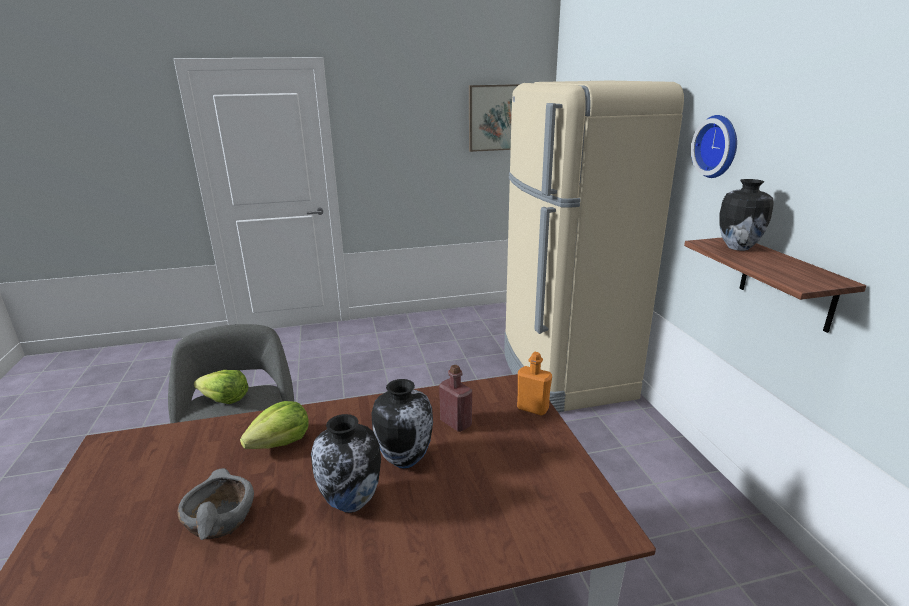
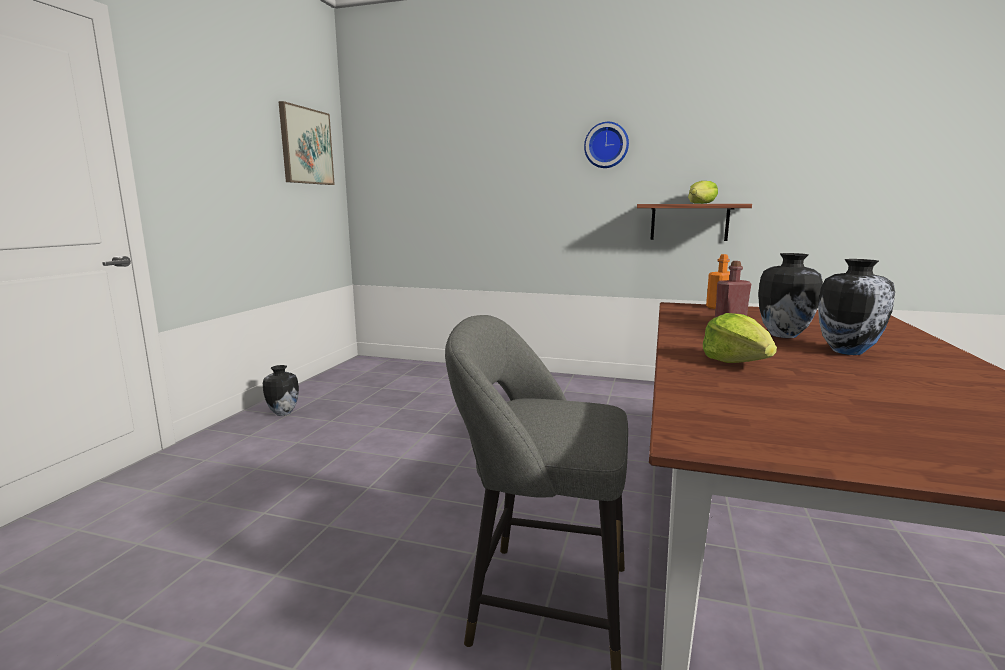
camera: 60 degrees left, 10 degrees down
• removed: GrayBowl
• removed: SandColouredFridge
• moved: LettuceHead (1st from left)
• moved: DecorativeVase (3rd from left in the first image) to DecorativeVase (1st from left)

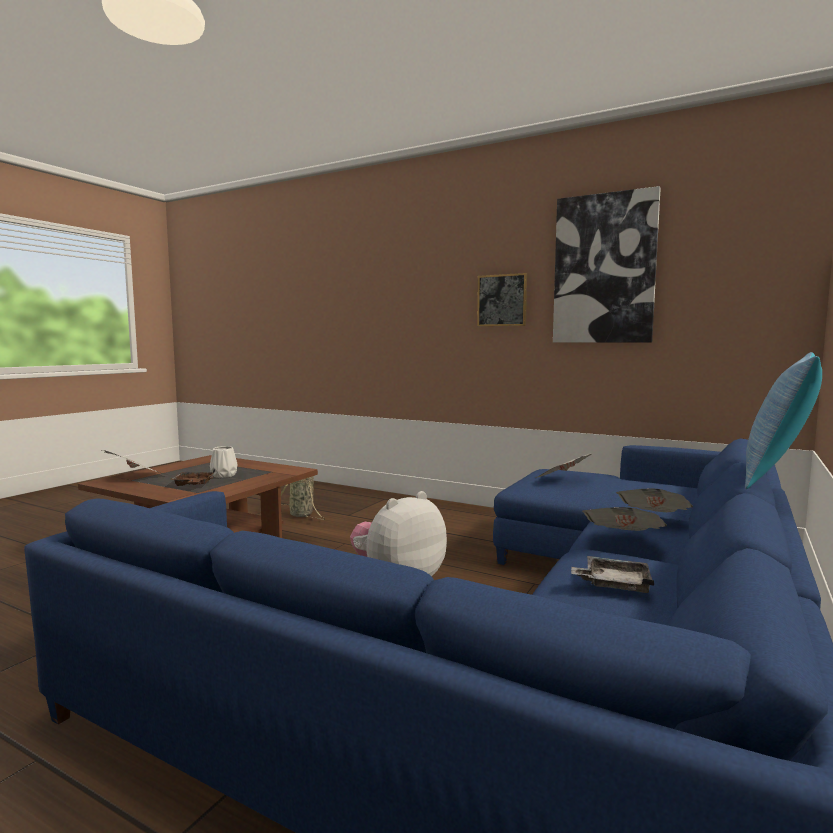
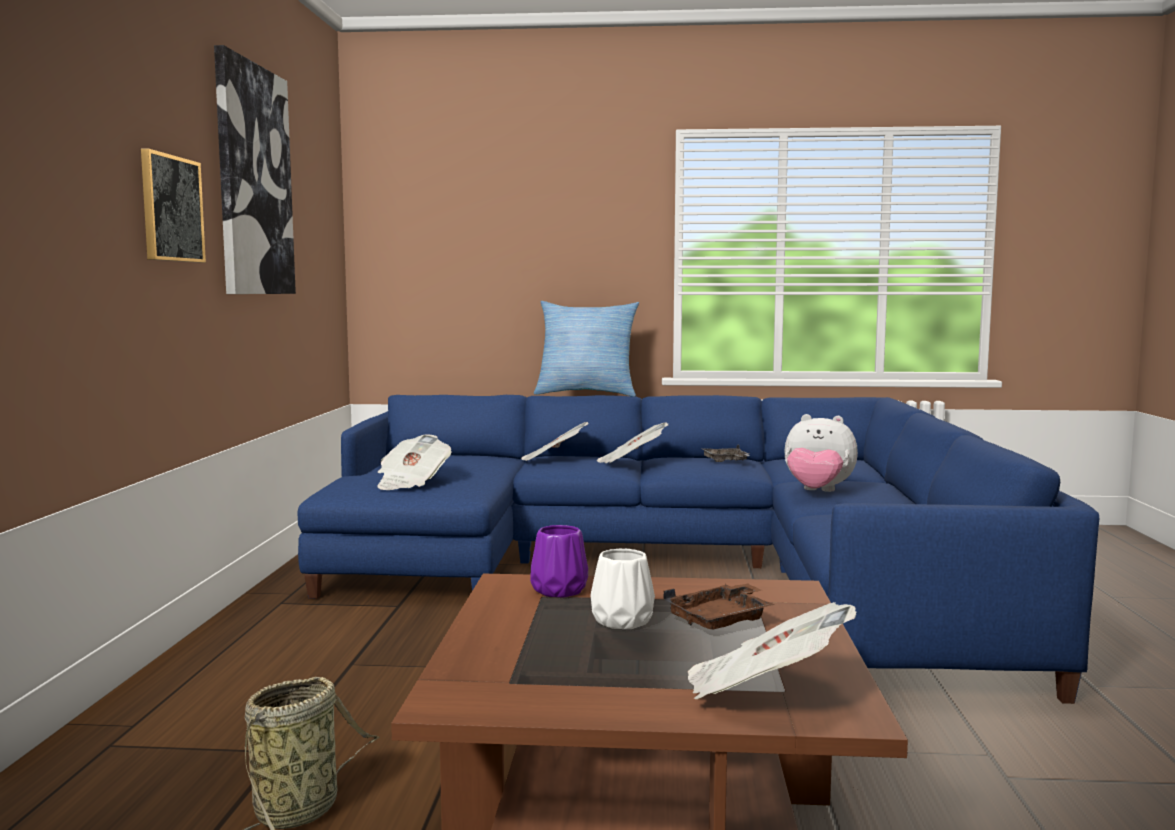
camera: 115 degrees left, 0 degrees up
• added: PurplishDecorativeVase

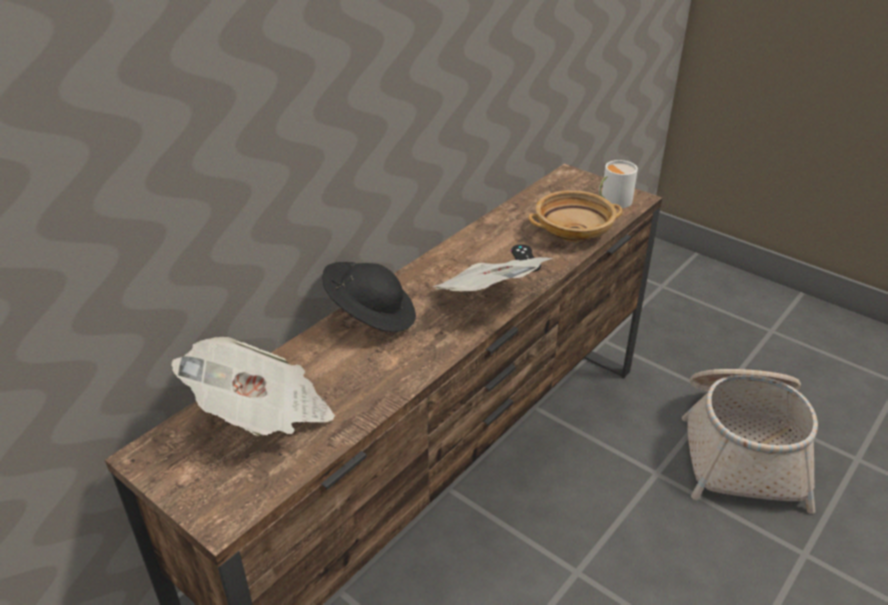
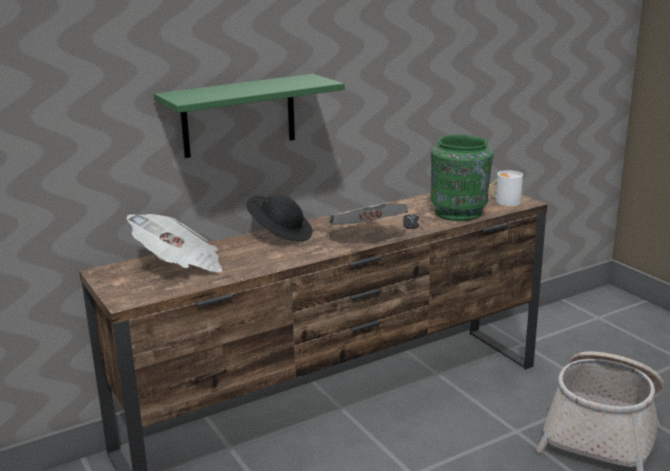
camera: 20 degrees right, 15 degrees down
• added: GreenWallShelf
• replaced: SandColouredBowl to GreenDecorativeVase

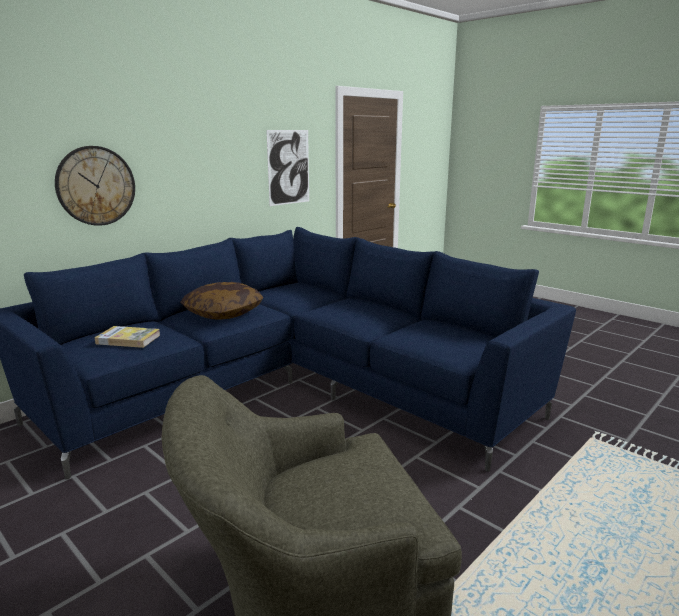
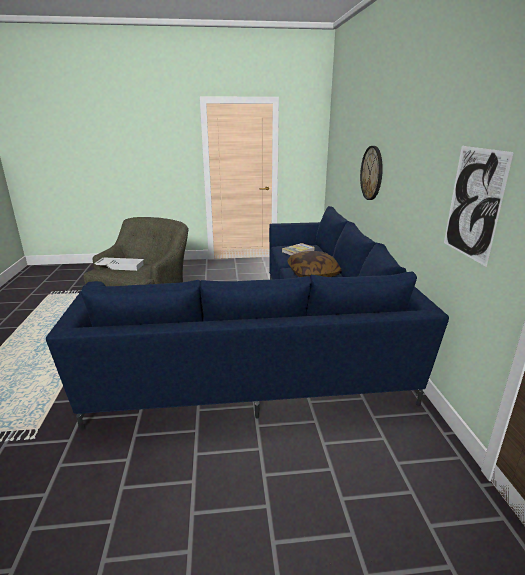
camera: 130 degrees right, 5 degrees up
• added: WhiteColouredTray

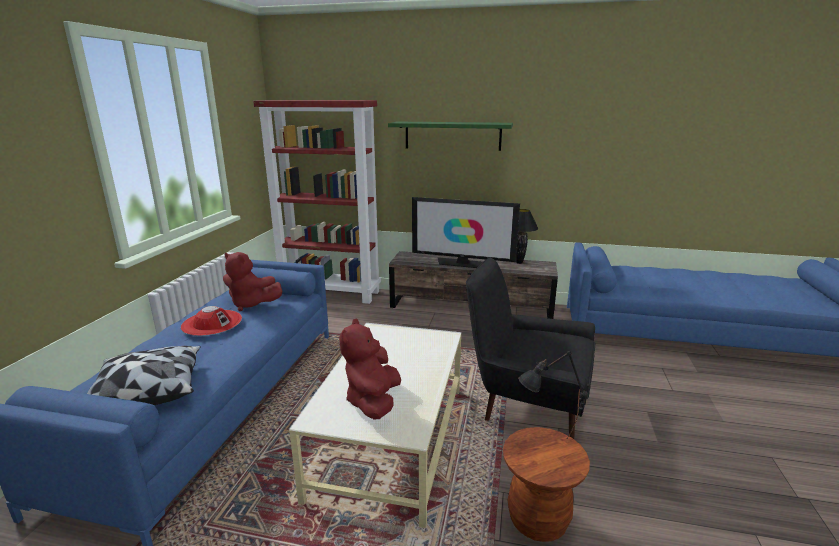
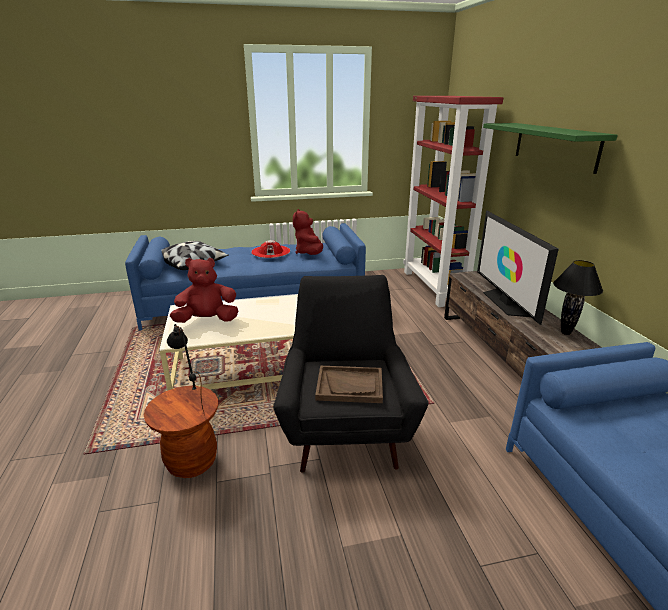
camera: 65 degrees right, 5 degrees up
• added: BrownishTray

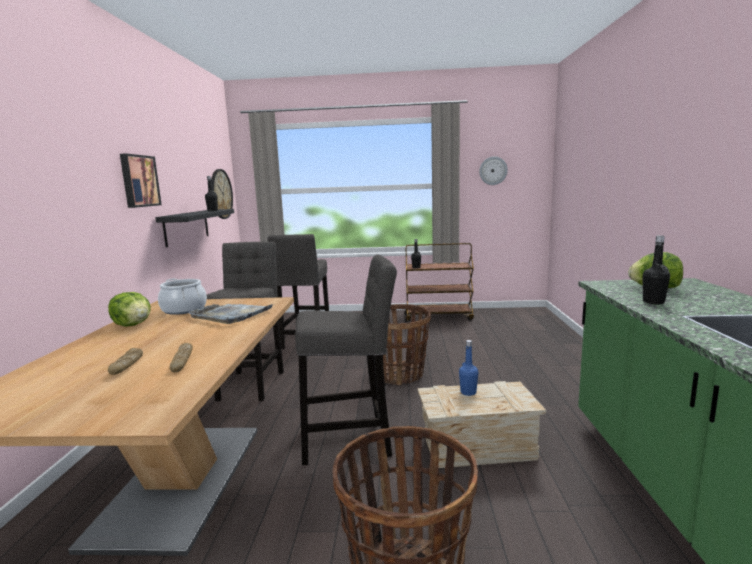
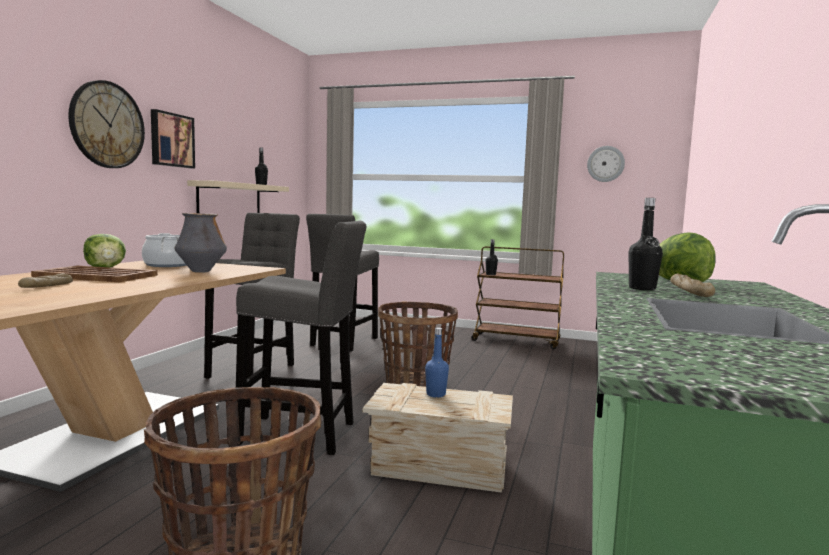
camera: 15 degrees right, 5 degrees down
• added: BrownishTray
• moved: Bread (2nd from left)
• moved: WallClock (1st from left)
• replaced: GrayTray to DecorativeVase
• recoloured: BlackColouredWallShelf to SandColouredWallShelf

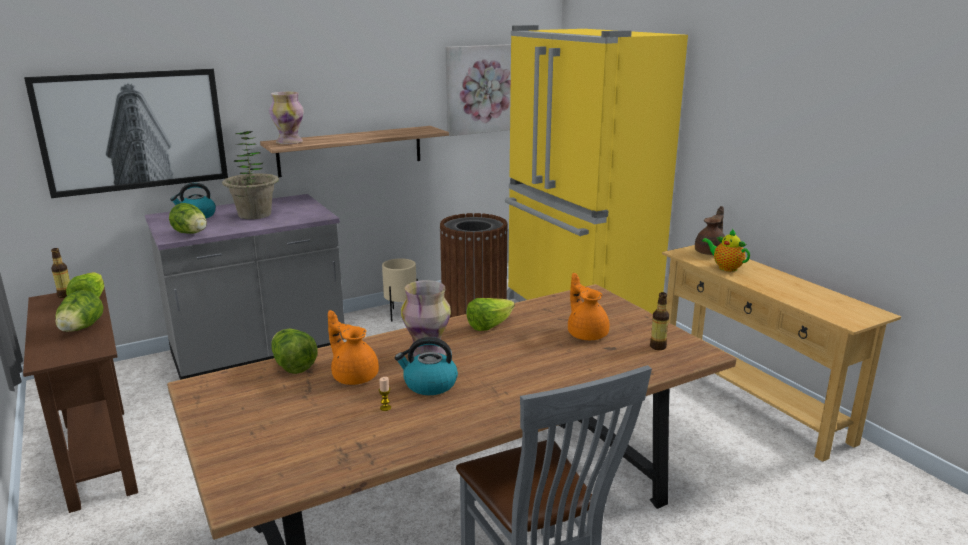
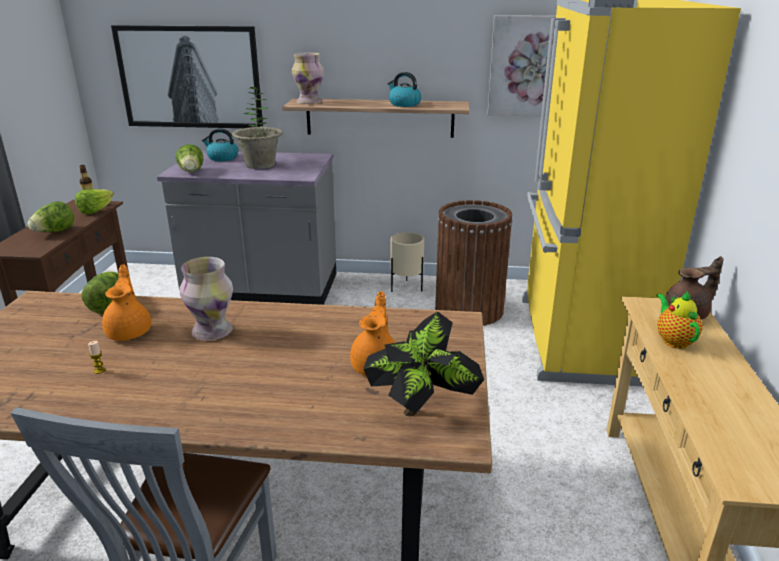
camera: 35 degrees right, 5 degrees up
• removed: LettuceHead (5th from left)
• moved: TeaKettle (2nd from left)
• replaced: BeverageBottle (2nd from left) to PottedPlant (2nd from left)

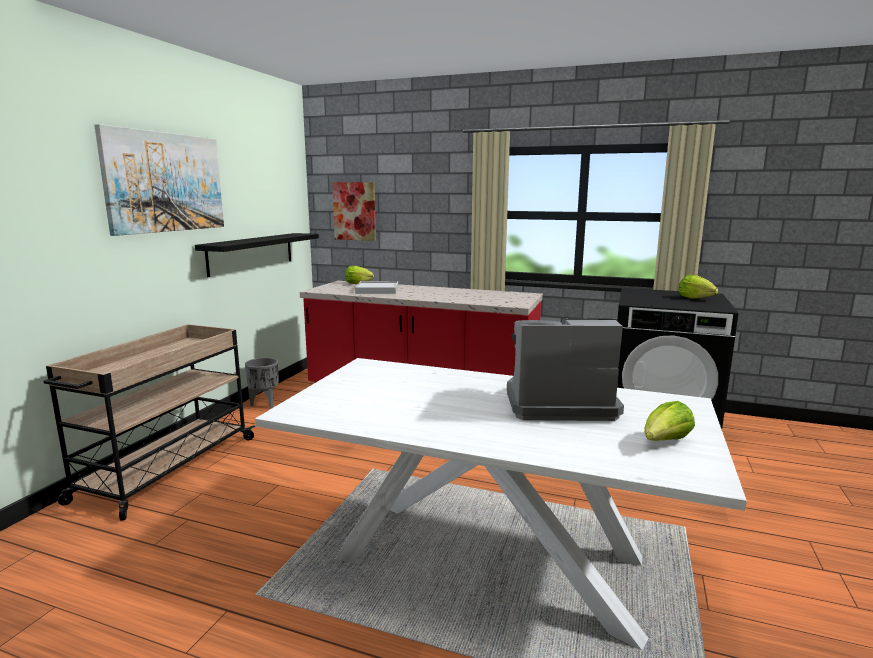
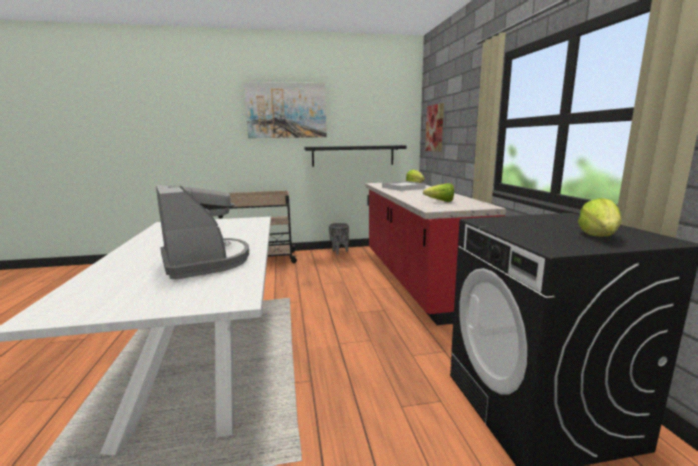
camera: 60 degrees right, 0 degrees up
• moved: LettuceHead (2nd from left)

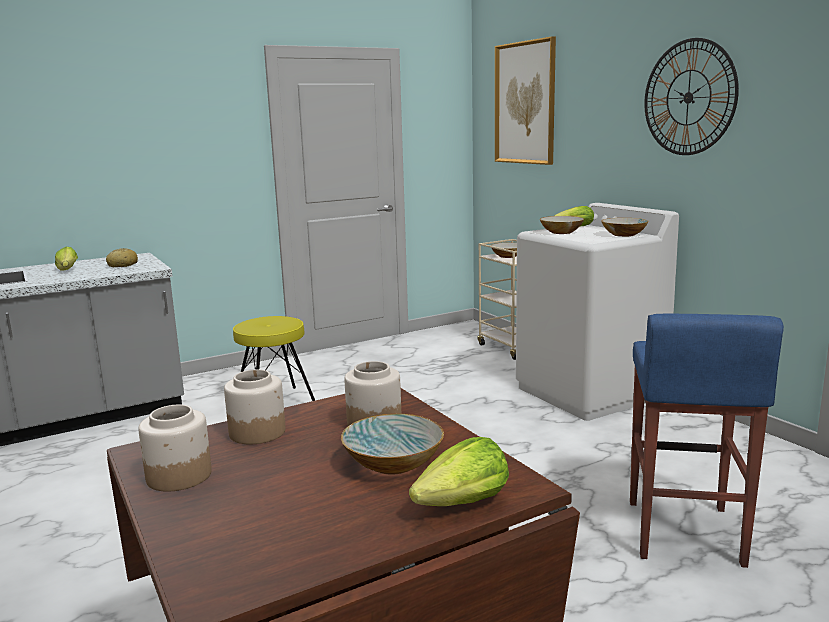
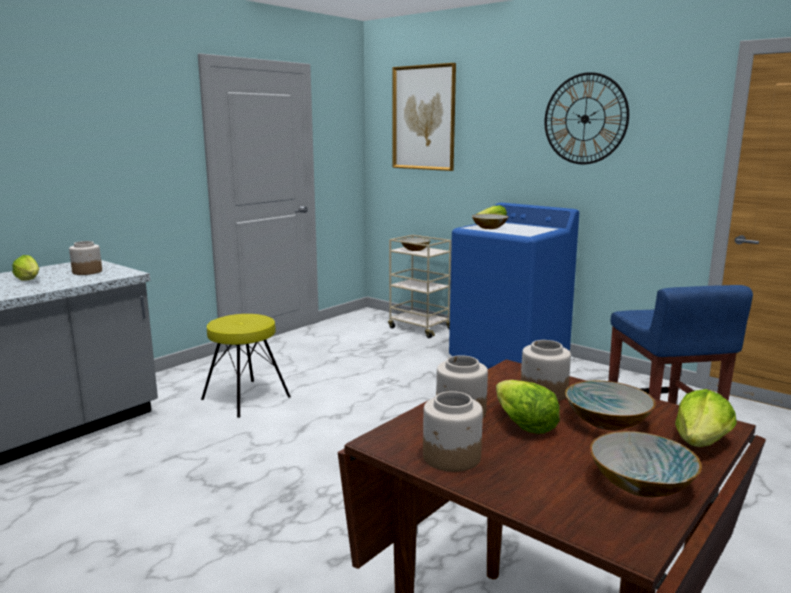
camera: 20 degrees left, 0 degrees up
• added: LettuceHead (3rd from left)
• moved: Bowl (4th from left)
• replaced: Bread to Jar (1st from left)
• recoloured: WhiteColouredLaundryMachine to BlueLaundryMachine

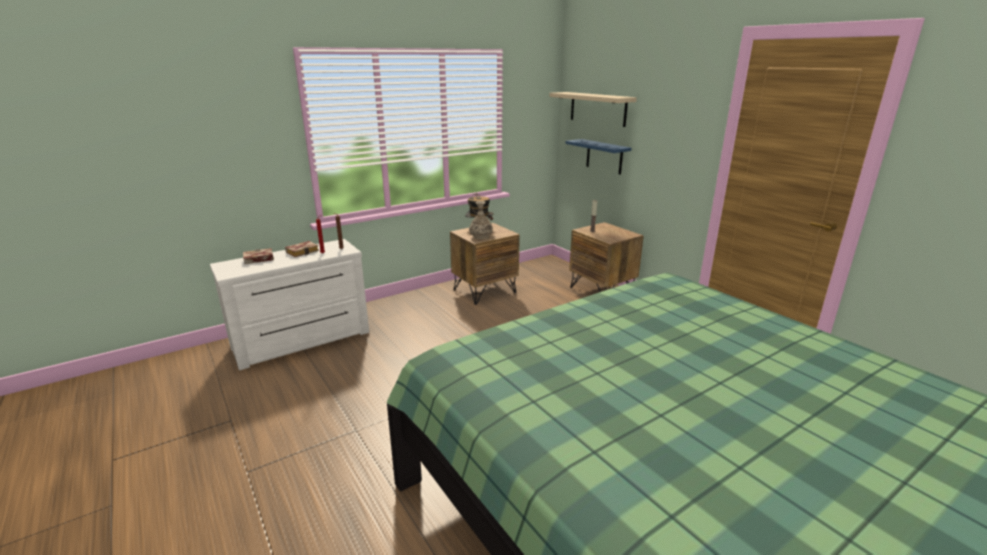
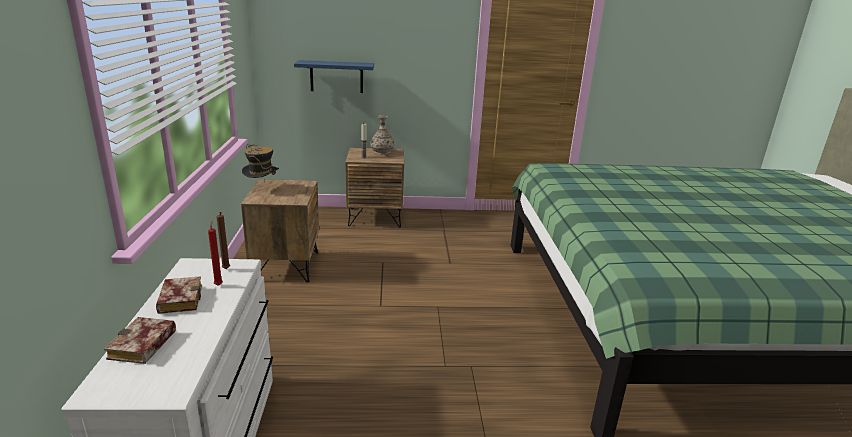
camera: 60 degrees left, 0 degrees up
• removed: SandColouredWallShelf
• moved: DecorativeVase

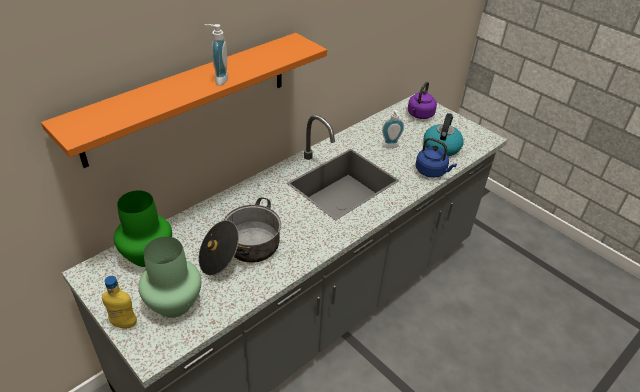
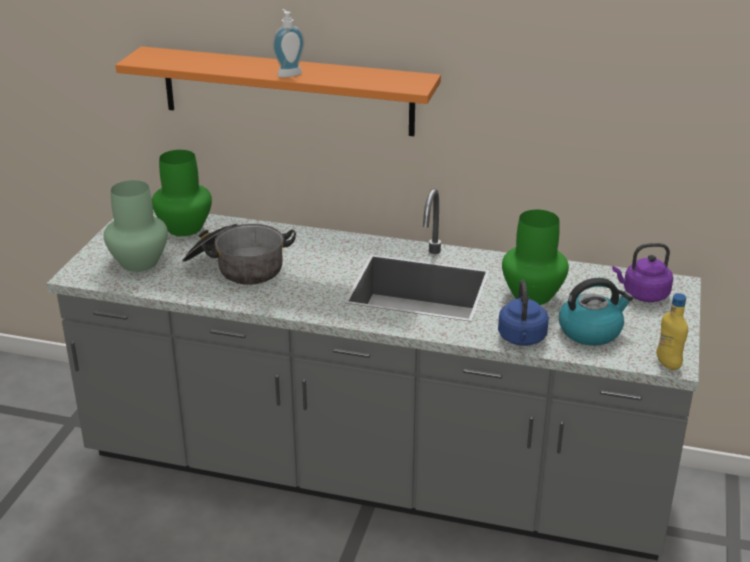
camera: 60 degrees right, 10 degrees down
• moved: YellowishBeverageBottle
• replaced: SoapBottle (2nd from left) to GreenDecorativeVase (3rd from left)

